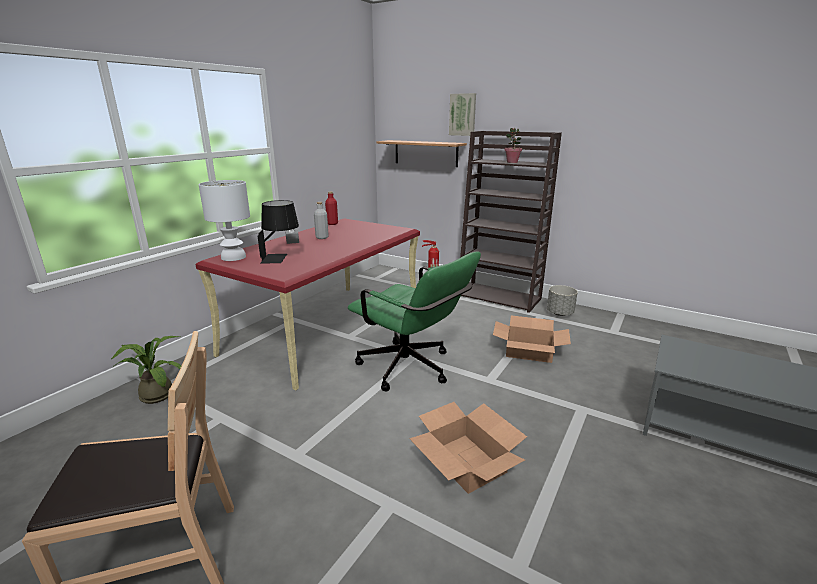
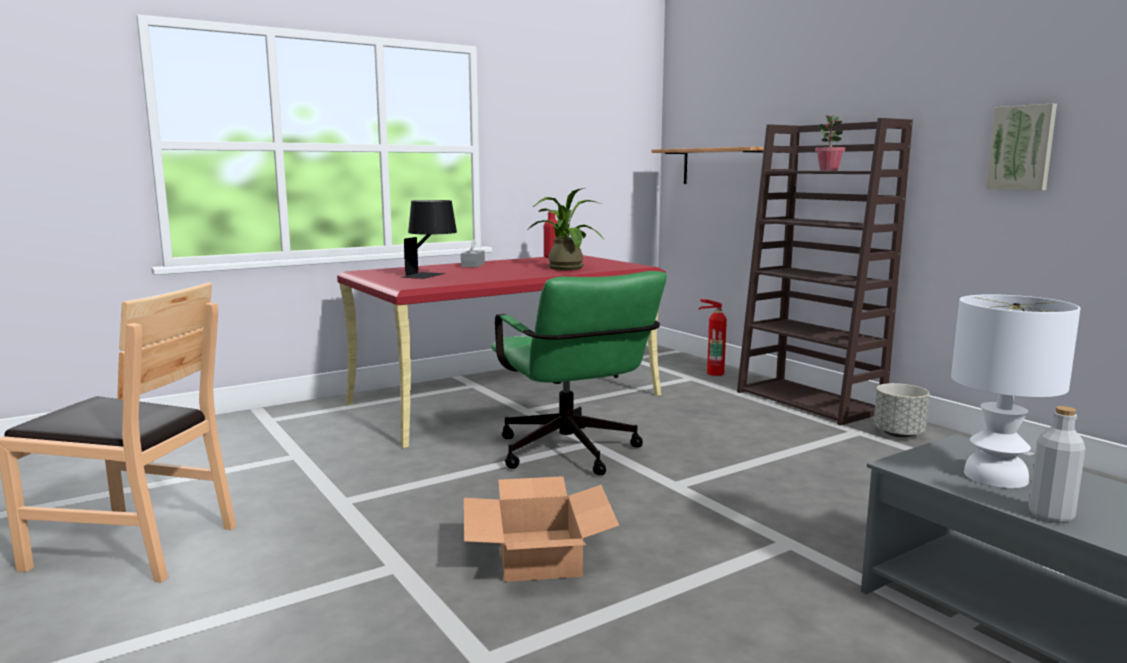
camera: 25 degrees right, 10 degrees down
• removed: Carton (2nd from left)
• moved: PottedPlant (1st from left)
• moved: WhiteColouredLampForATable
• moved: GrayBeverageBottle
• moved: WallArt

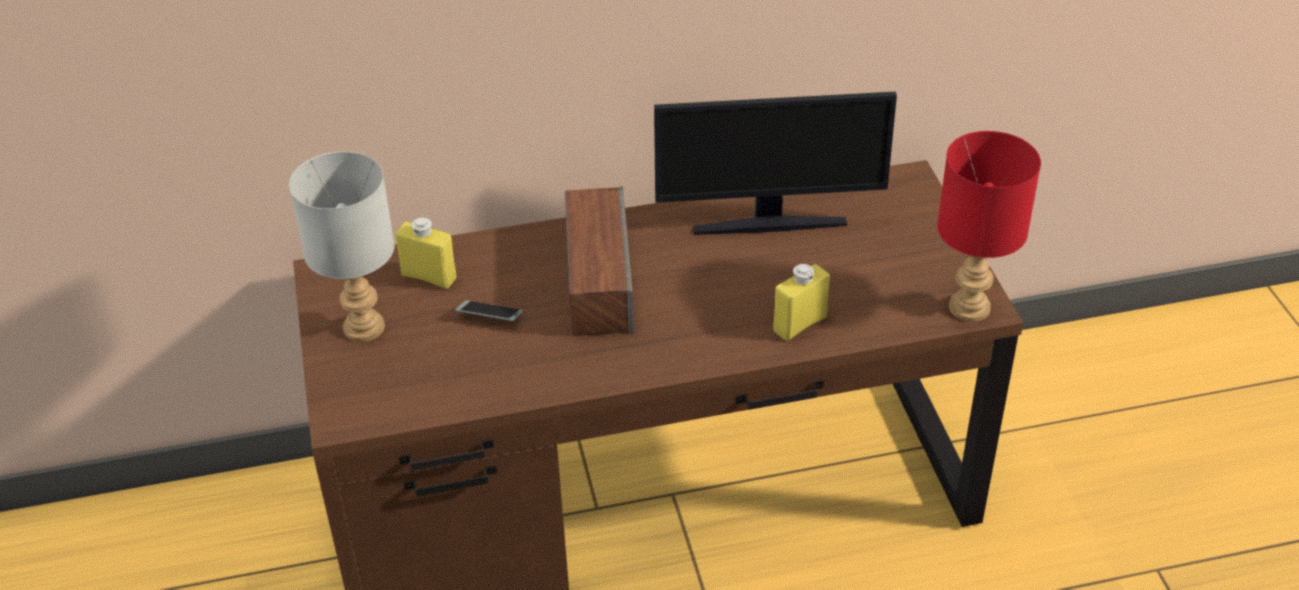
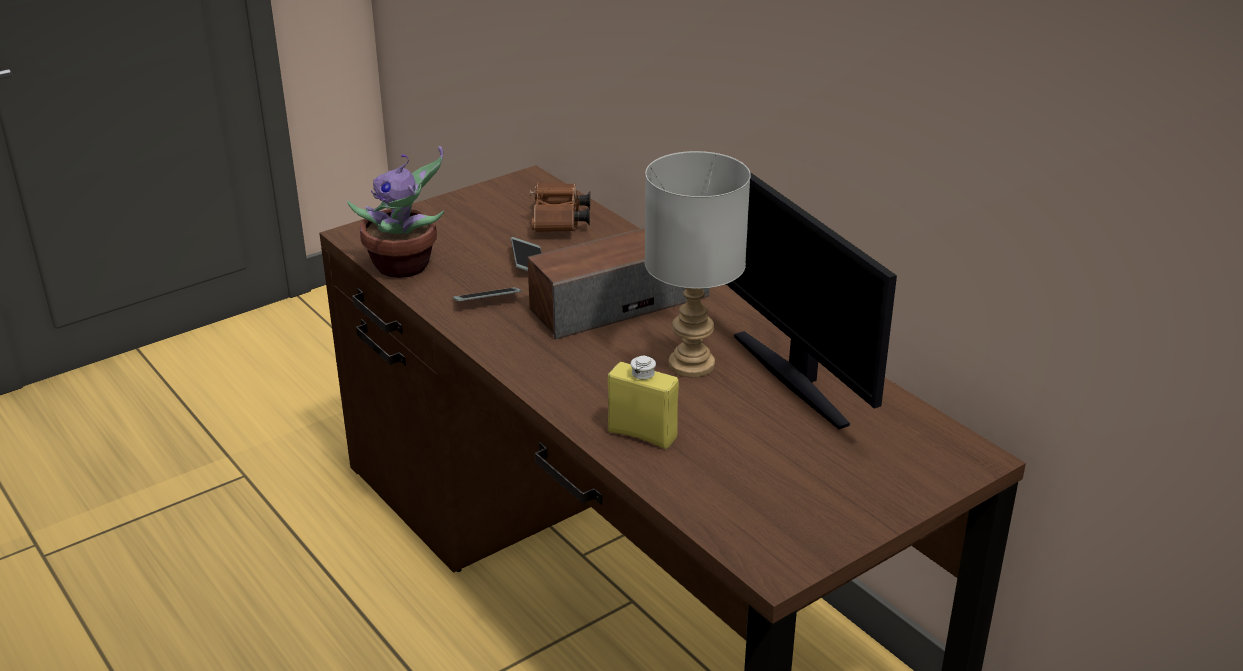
camera: 65 degrees right, 10 degrees down
• removed: RedColouredLampForATable
• added: PottedPlant
• added: Telephone (1st from left)
• moved: GrayLampForATable
• replaced: YellowishBeverageBottle (1st from left) to BrownishBinoculars

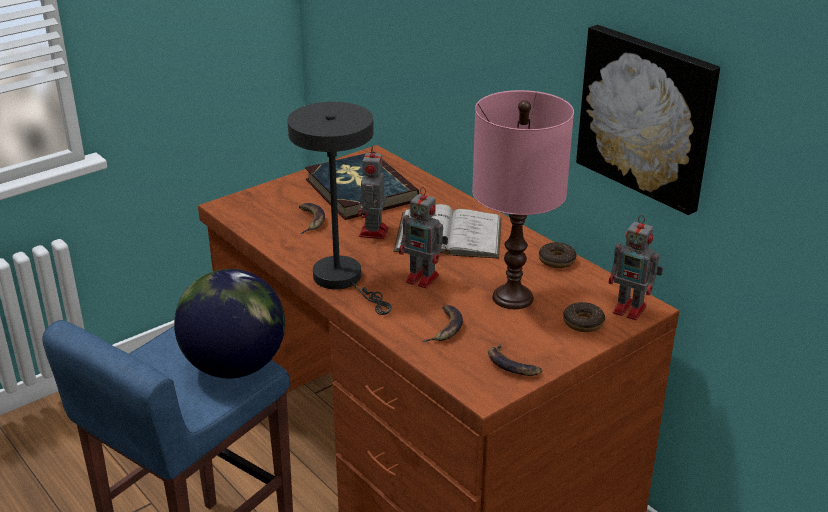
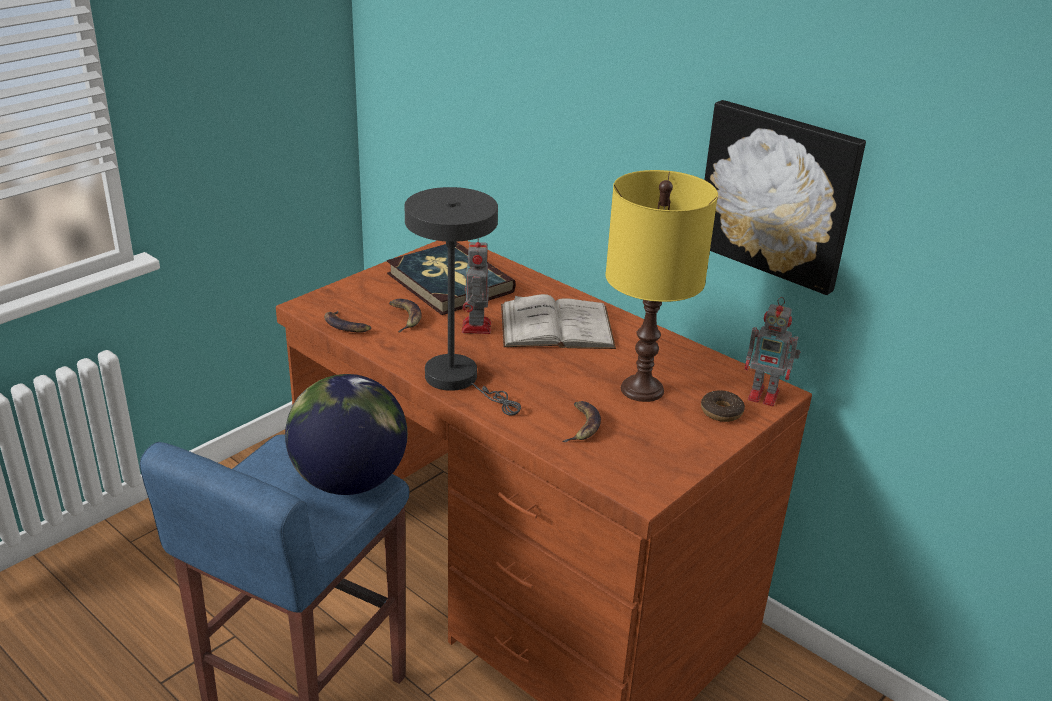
camera: 10 degrees left, 0 degrees up
• removed: ToyRobot (2nd from left)
• removed: Donut (1st from left)
• moved: Banana (3rd from left in the first image) to Banana (1st from left)
• recoloured: PinkColouredLampForATable to YellowishLampForATable

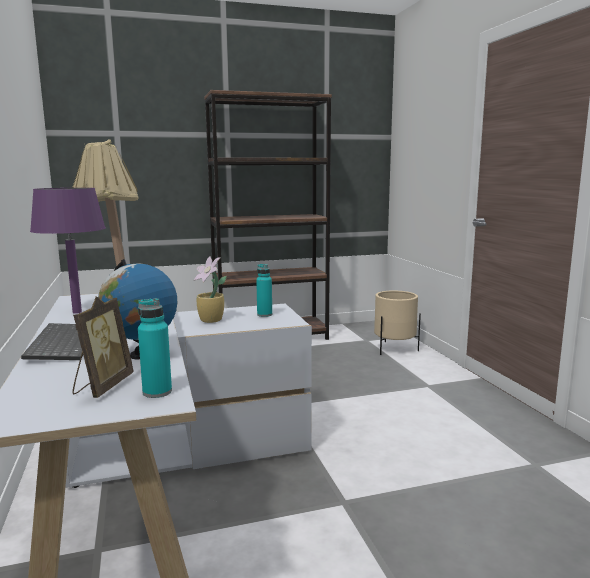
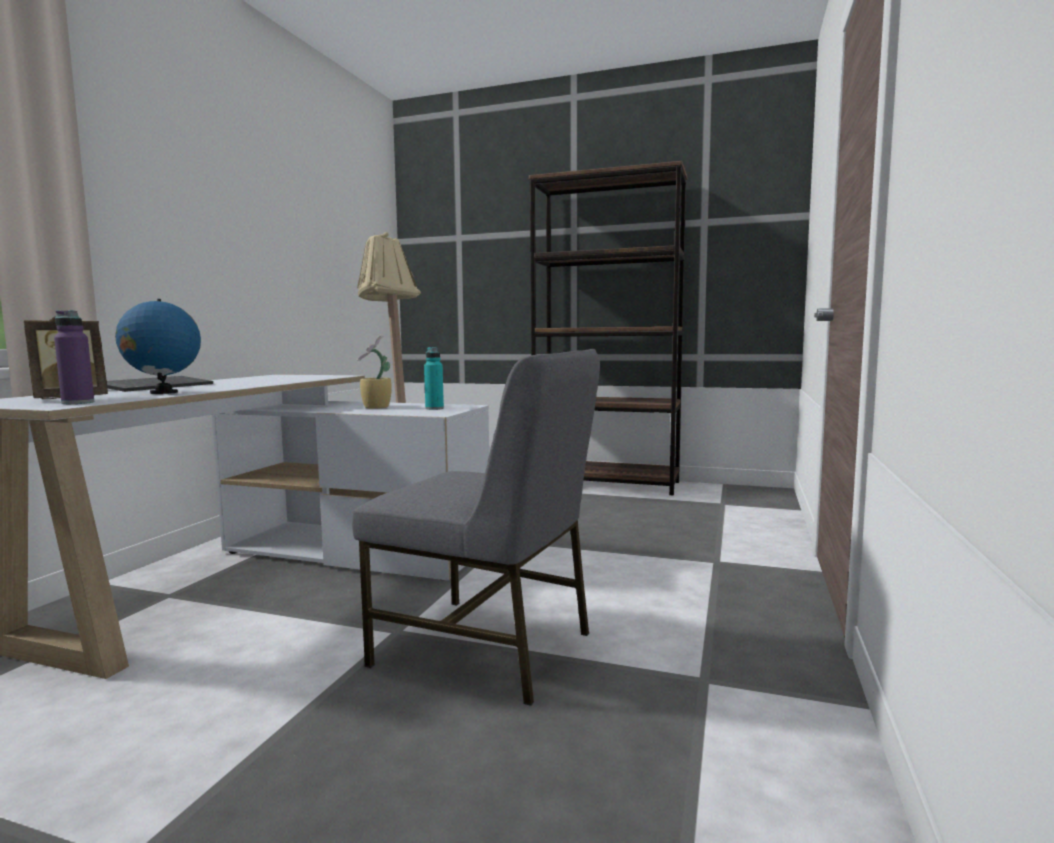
camera: 35 degrees right, 5 degrees down
• removed: PurplishLampForATable
• removed: SandColouredPlanter
• added: GrayUprightChair
• recoloured: BlueGreenBeverageBottle (1st from left) to PurplishBeverageBottle

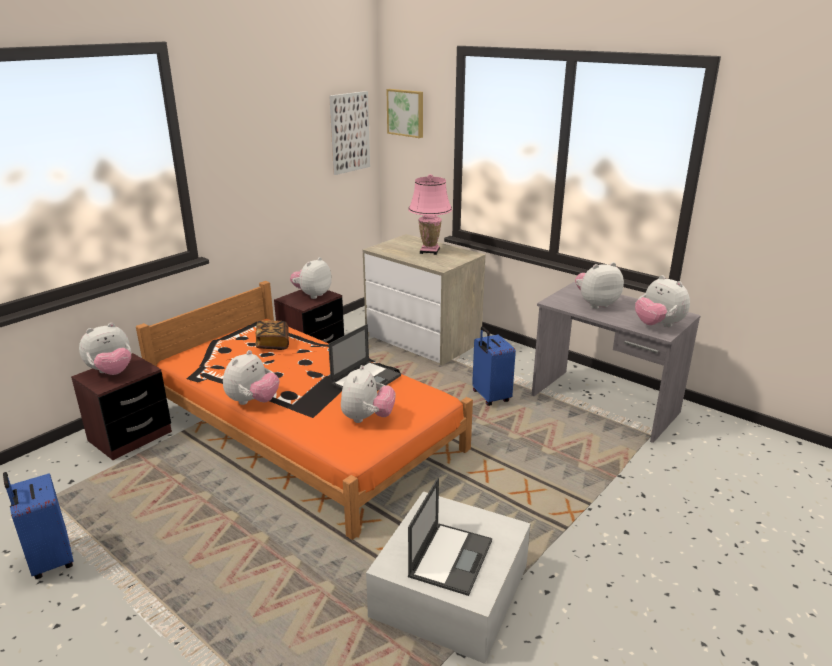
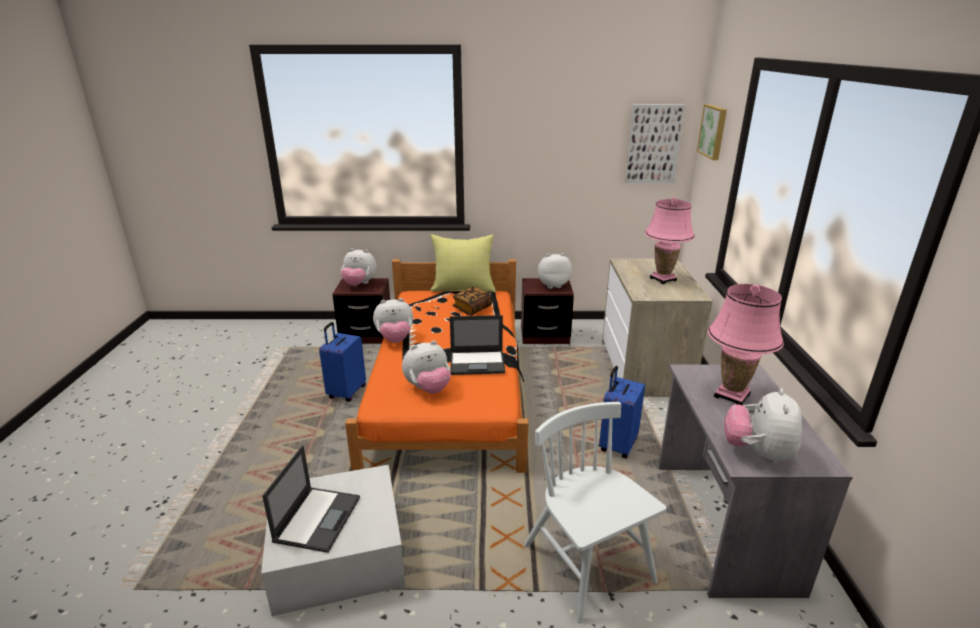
camera: 50 degrees right, 0 degrees up
• added: YellowishCushion
• added: WhiteColouredUprightChair
• moved: BlueTravelCase (1st from left)
• replaced: SoftToy (5th from left) to PinkColouredLampForATable (2nd from left)
• turned: PortableComputer (2nd from left in the first image) 60 degrees counterclockwise

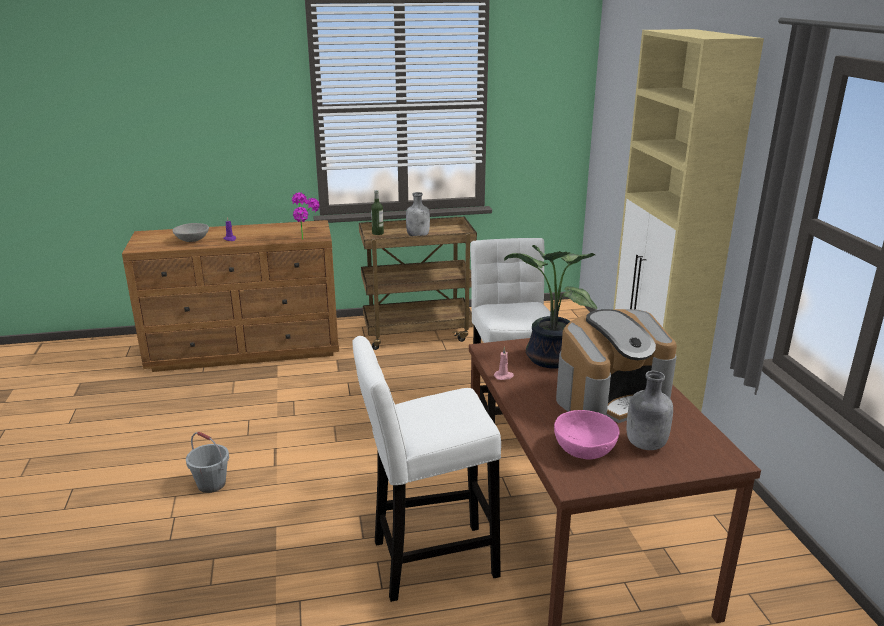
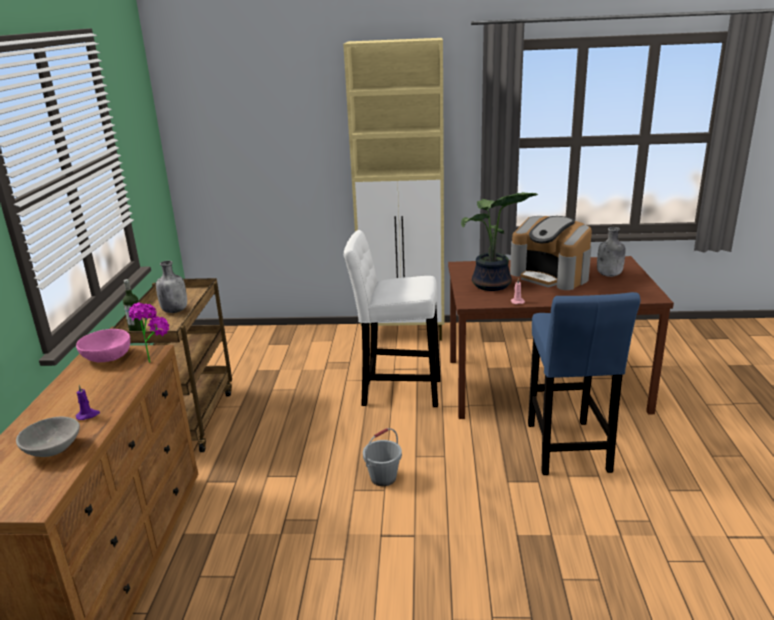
camera: 75 degrees left, 0 degrees up
• moved: GrayWaterBucket
• moved: PinkColouredBowl
• recoloured: WhiteColouredStool (1st from left) to BlueStool
• turned: CoffeeMachine 150 degrees clockwise

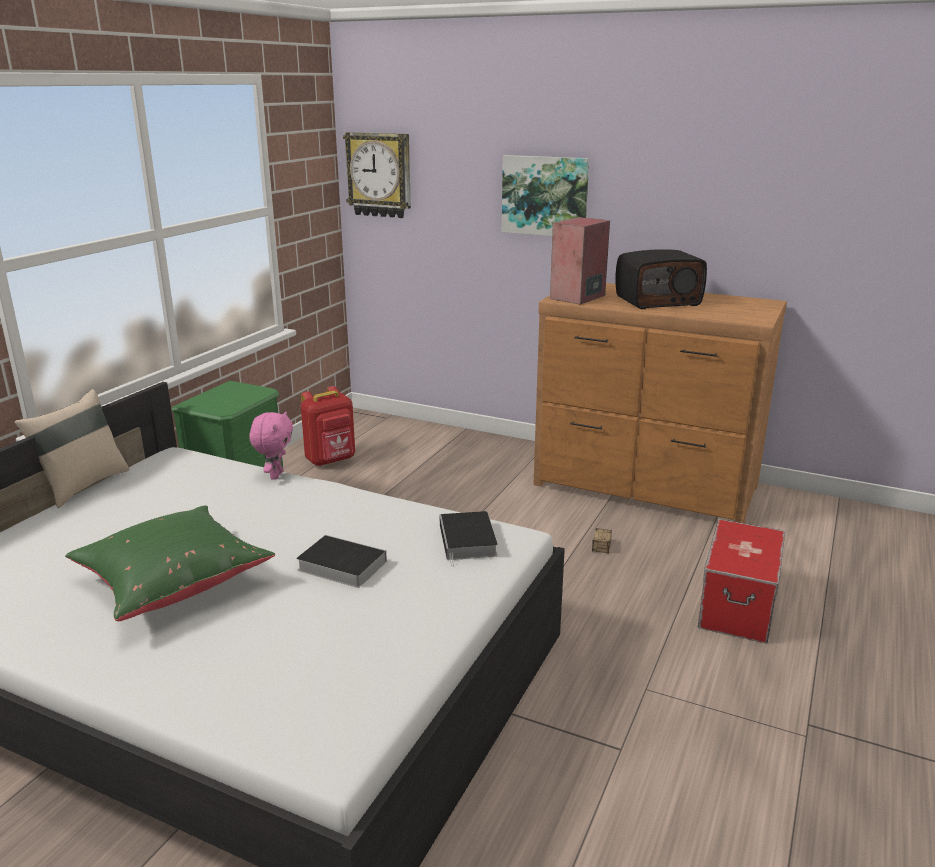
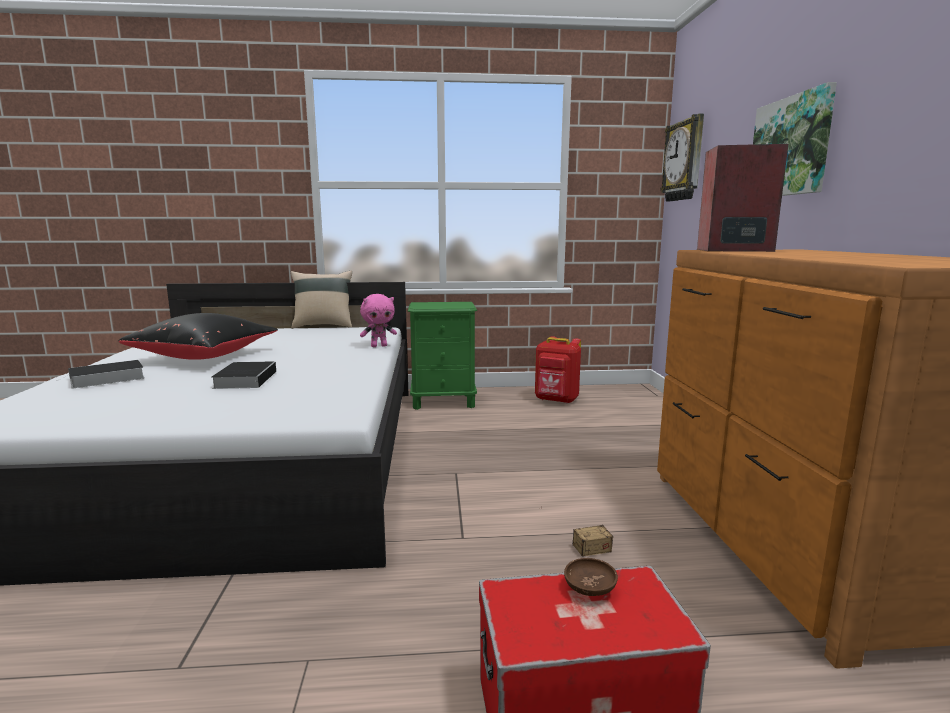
camera: 60 degrees right, 10 degrees down
• removed: RadioSet
• added: BrownishBowl
• moved: Volume (2nd from left in the first image) to Volume (1st from left)
• recoloured: GreenCushion to BlackColouredCushion

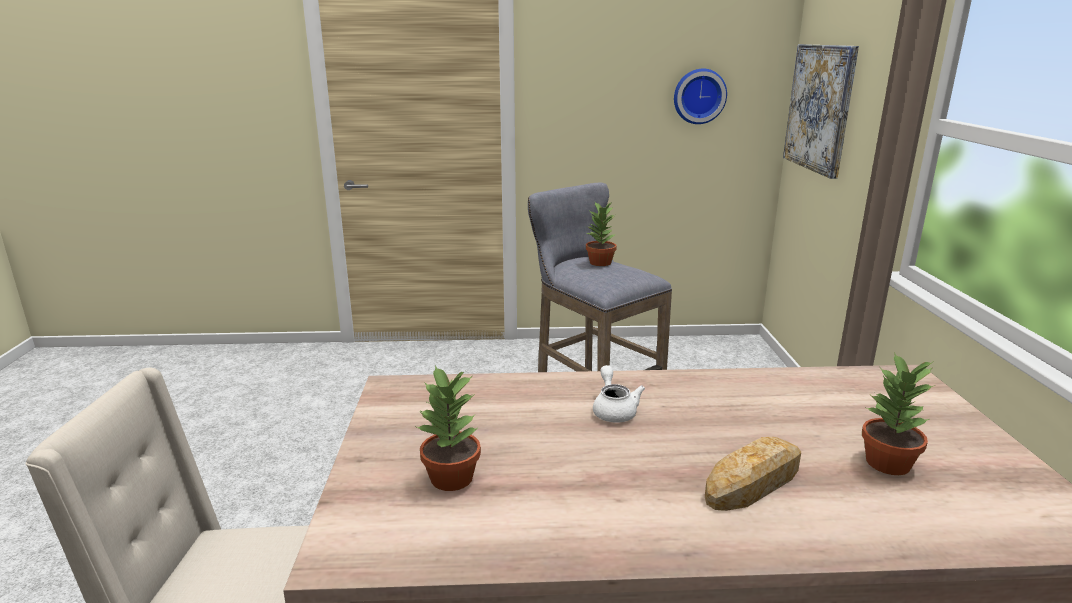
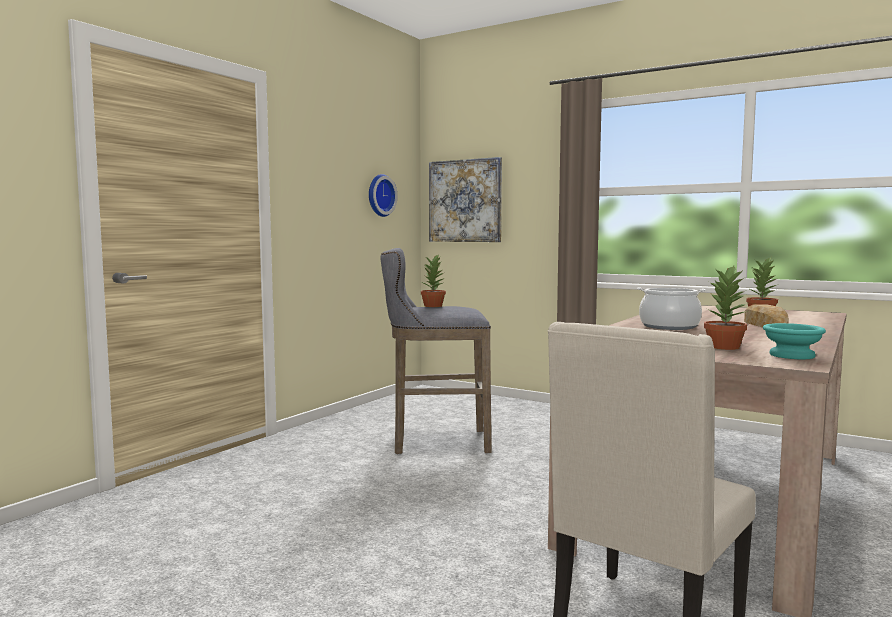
camera: 55 degrees left, 15 degrees down
• added: BlueGreenBowl
• replaced: WhiteColouredTeapot to Saucepot

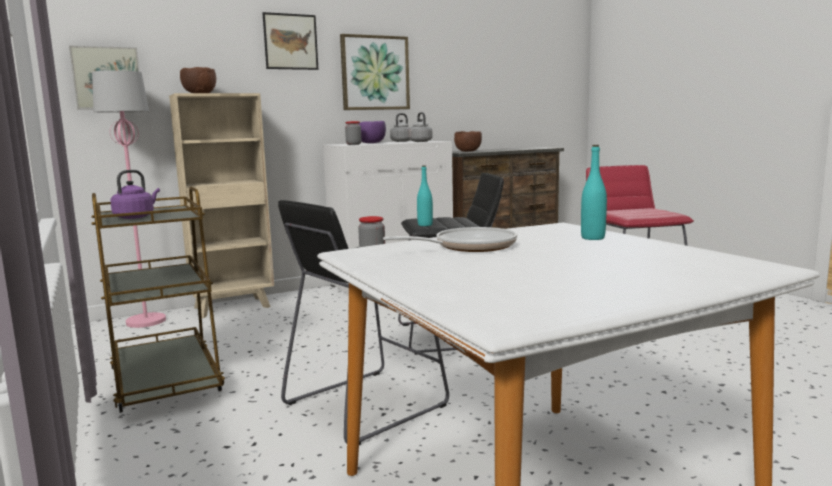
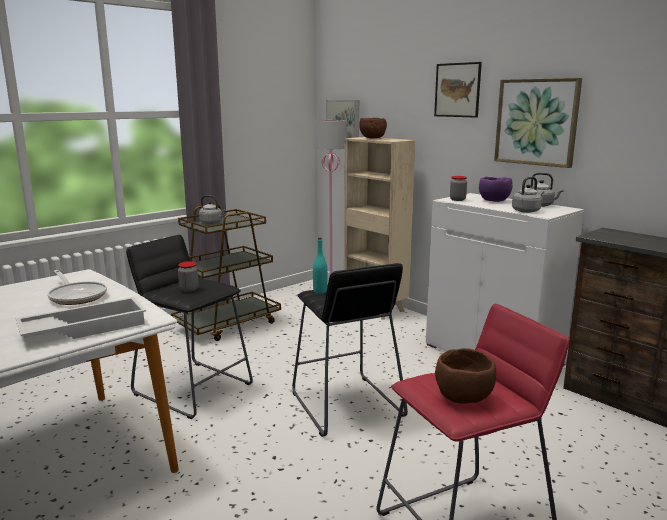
camera: 75 degrees right, 5 degrees up
• moved: BrownishBowl (2nd from left)
• replaced: BlueGreenBeverageBottle (2nd from left) to WhiteColouredTray
• recoloured: PurplishTeaKettle to GrayTeaKettle (1st from left)

